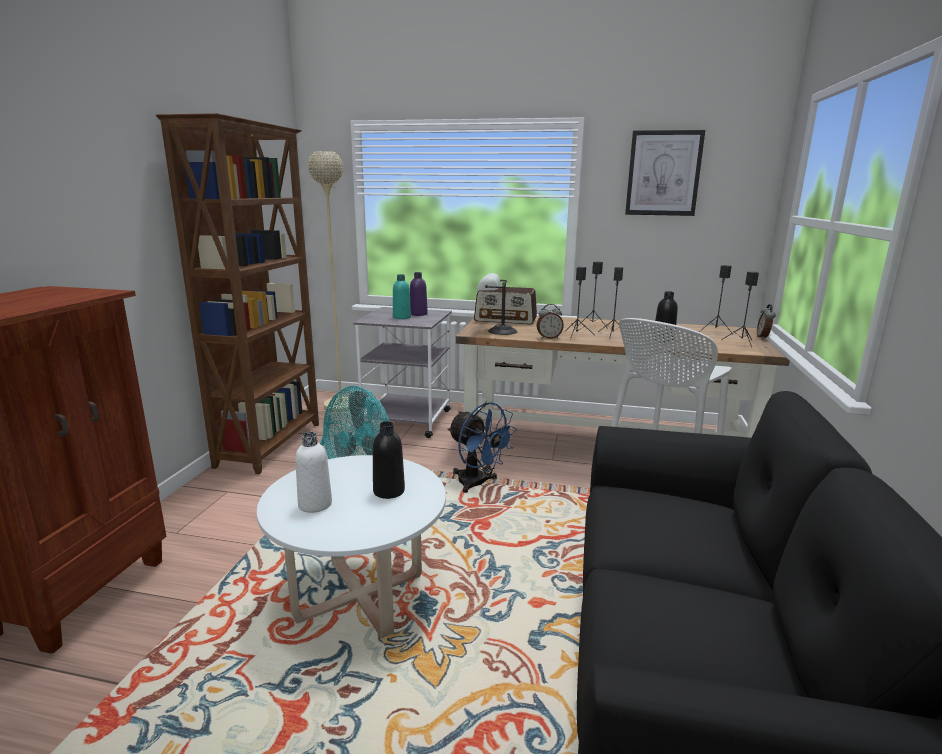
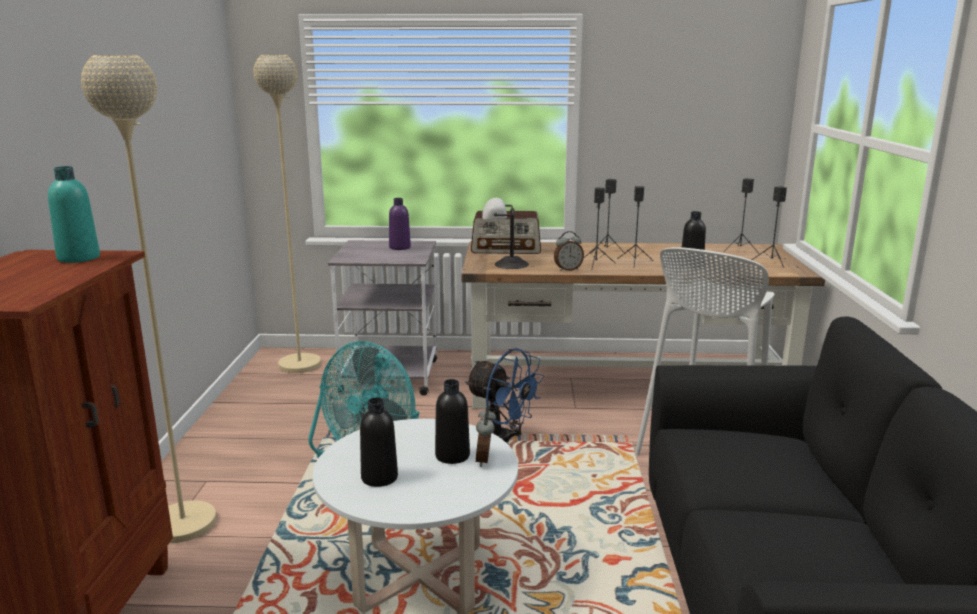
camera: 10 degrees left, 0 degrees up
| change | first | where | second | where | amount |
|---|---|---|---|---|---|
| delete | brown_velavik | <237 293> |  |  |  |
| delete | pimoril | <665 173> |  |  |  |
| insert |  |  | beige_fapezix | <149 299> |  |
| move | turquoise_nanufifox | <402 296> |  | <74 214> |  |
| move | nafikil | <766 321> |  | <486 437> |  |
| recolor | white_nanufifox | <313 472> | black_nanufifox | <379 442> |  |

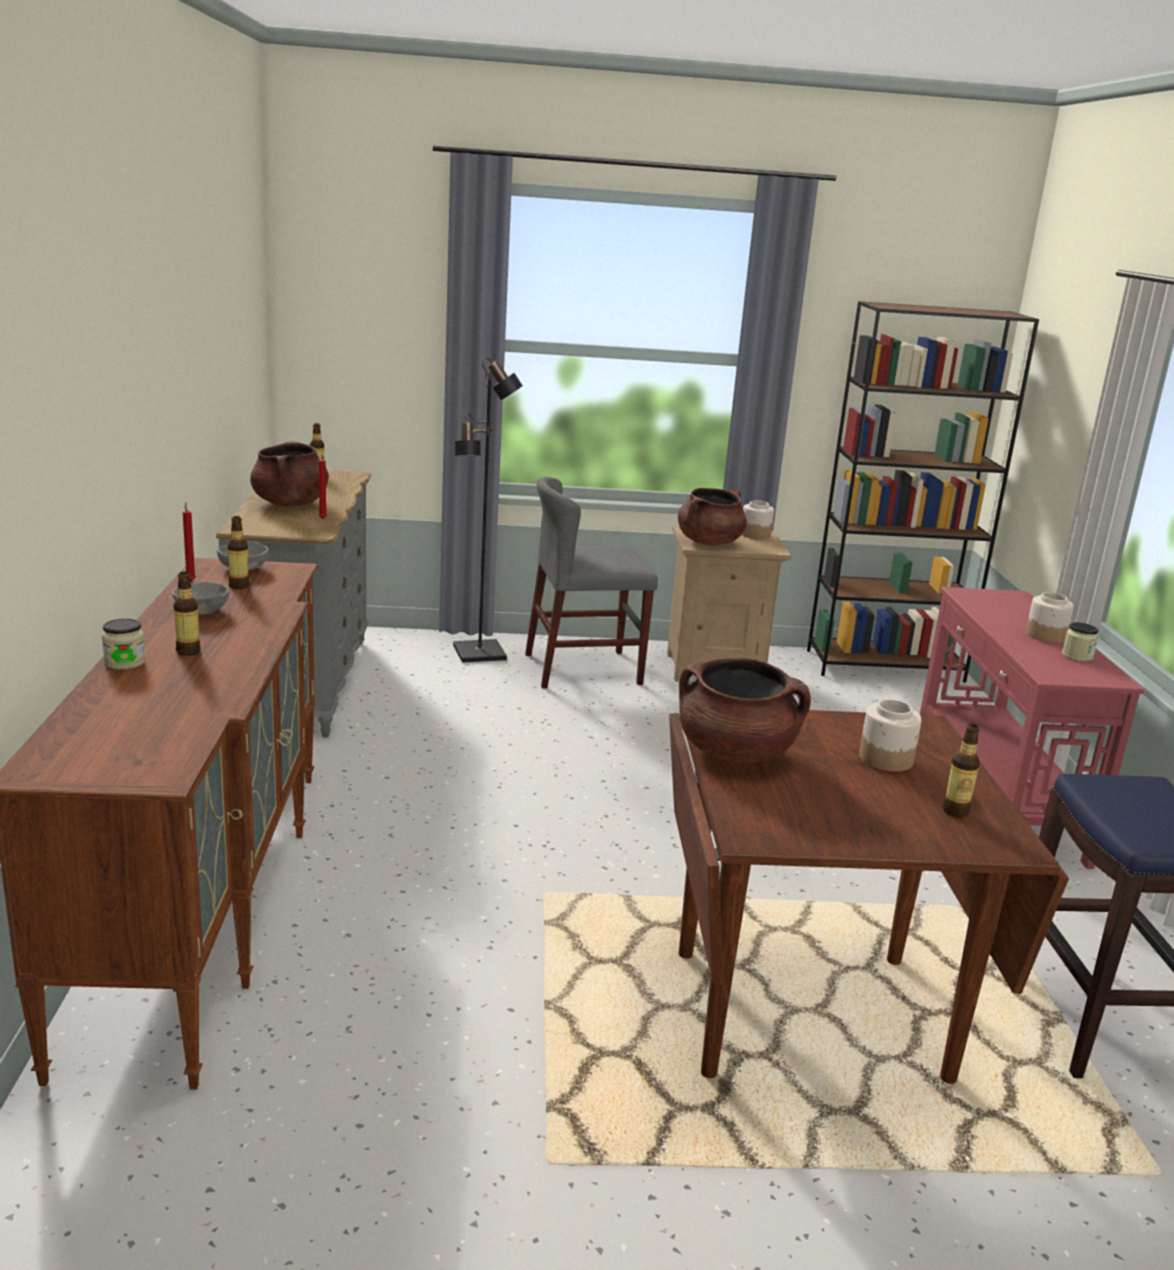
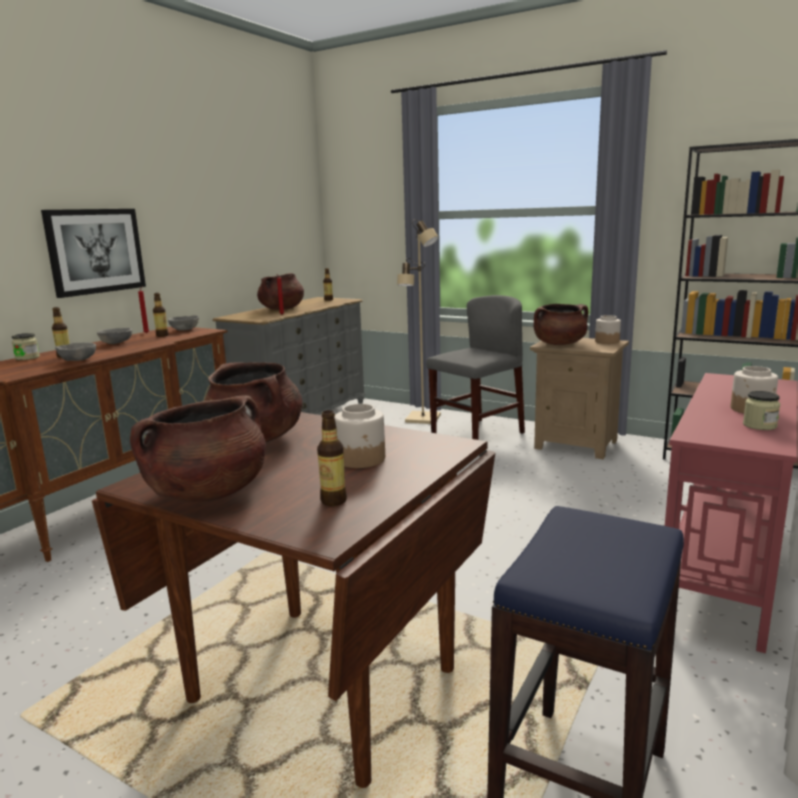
camera: 35 degrees right, 5 degrees down
| change | first | where | second | where | amount |
|---|---|---|---|---|---|
| insert |  |  | pimoril | <93 253> |  |
| insert |  |  | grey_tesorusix | <75 351> |  |
| insert |  |  | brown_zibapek | <198 449> |  |
| recolor | black_fapezix | <488 510> | beige_fapezix | <419 321> |  |
| rotate | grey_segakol | <591 583> |  | <475 367> | 120 degrees clockwise |

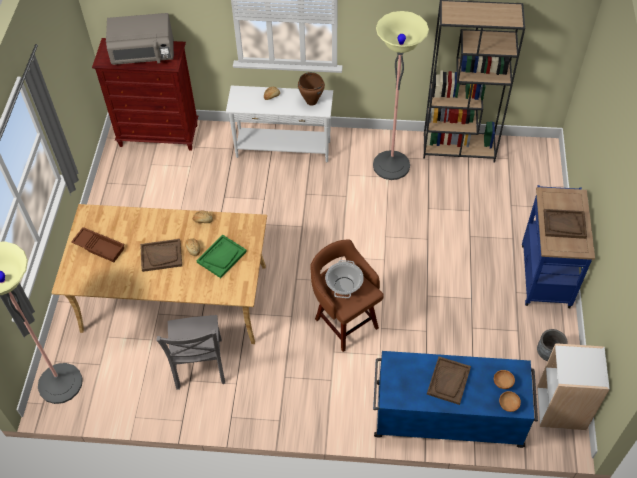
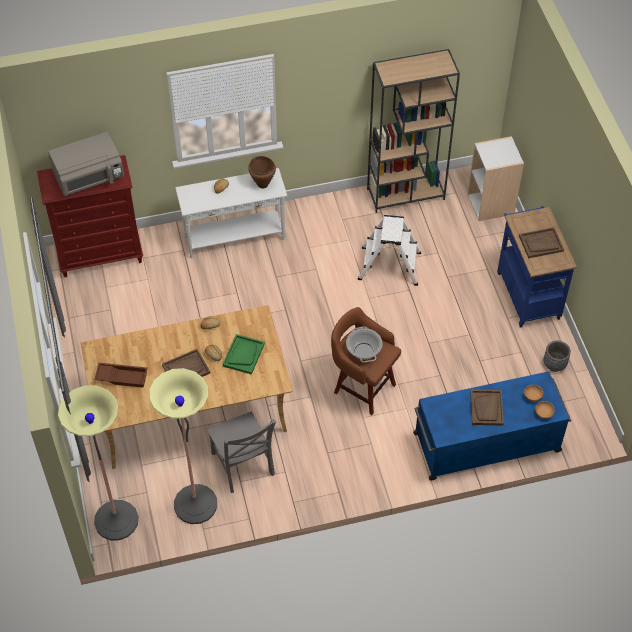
camera: 20 degrees left, 0 degrees up
| change | first | where | second | where | amount |
|---|---|---|---|---|---|
| insert |  |  | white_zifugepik | <389 250> |  |
| move | fapezix | <401 95> |  | <183 446> |  |
| move | velavik | <573 386> |  | <495 178> |  |

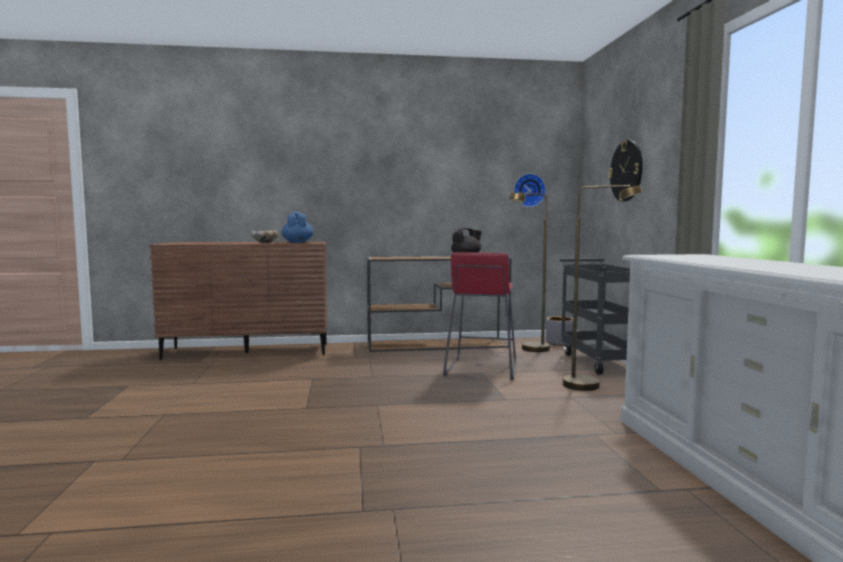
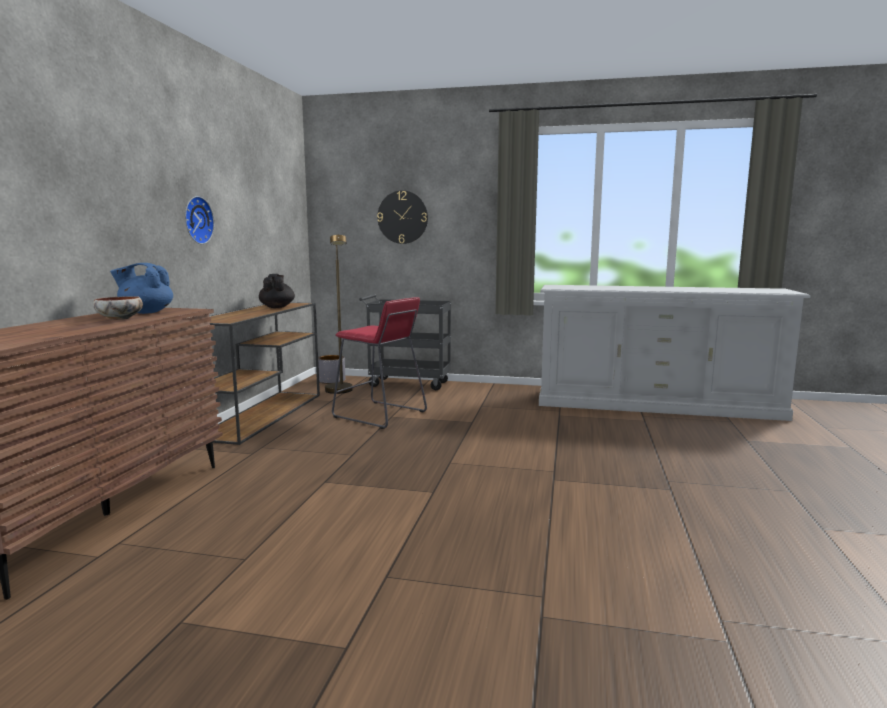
camera: 70 degrees left, 5 degrees up
| change | first | where | second | where | amount |
|---|---|---|---|---|---|
| delete | brown_fapezix | <602 288> |  |  |  |
| move | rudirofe | <530 190> |  | <199 220> |  |

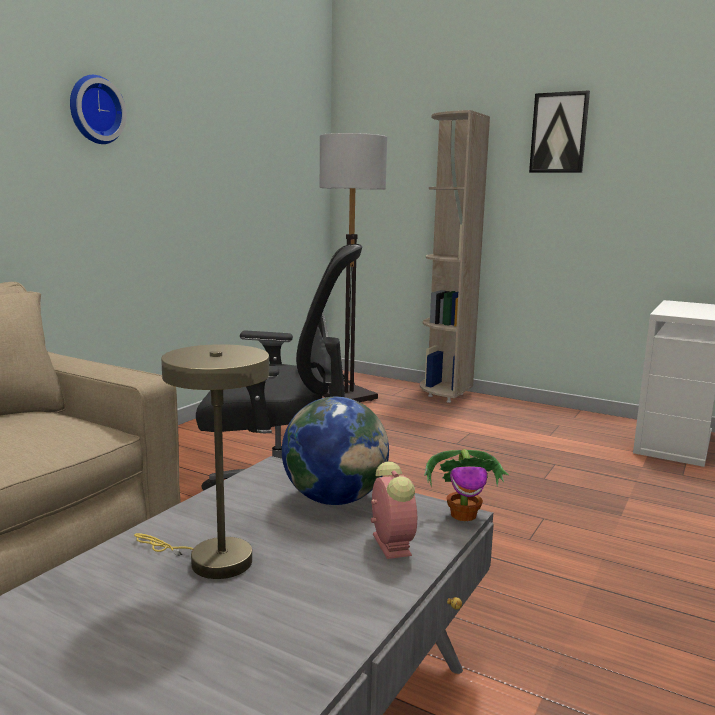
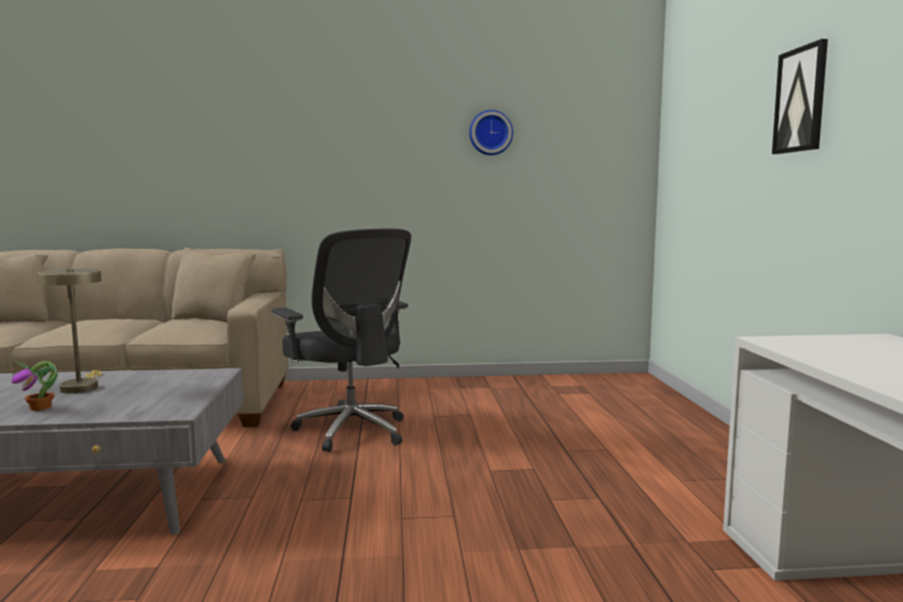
camera: 55 degrees right, 5 degrees down
| change | first | where | second | where | amount |
|---|---|---|---|---|---|
| delete | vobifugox | <335 451> |  |  |  |
| delete | fapezix | <353 267> |  |  |  |
| delete | nafikil | <394 510> |  |  |  |
| delete | beige_velavik | <455 256> |  |  |  |
| move | rudirofe | <98 109> |  | <491 132> |  |
| move | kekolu | <466 485> |  | <34 385> |  |

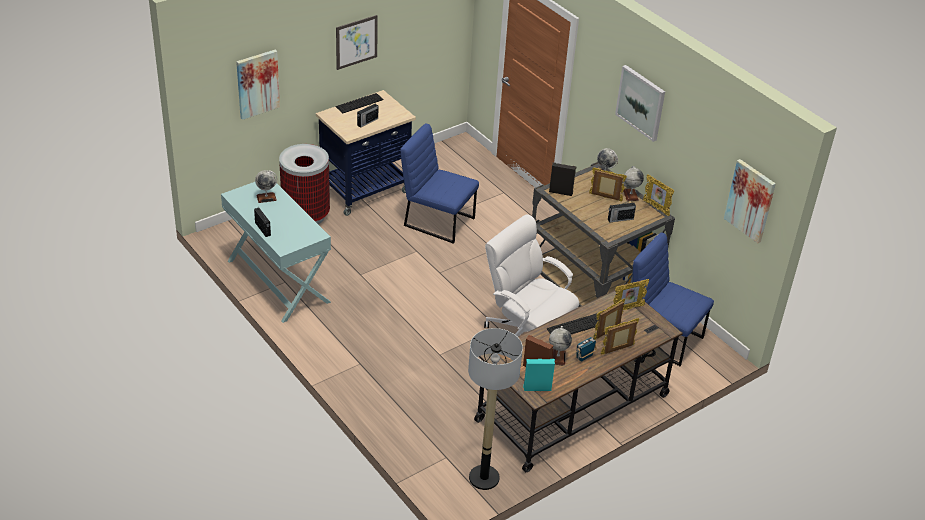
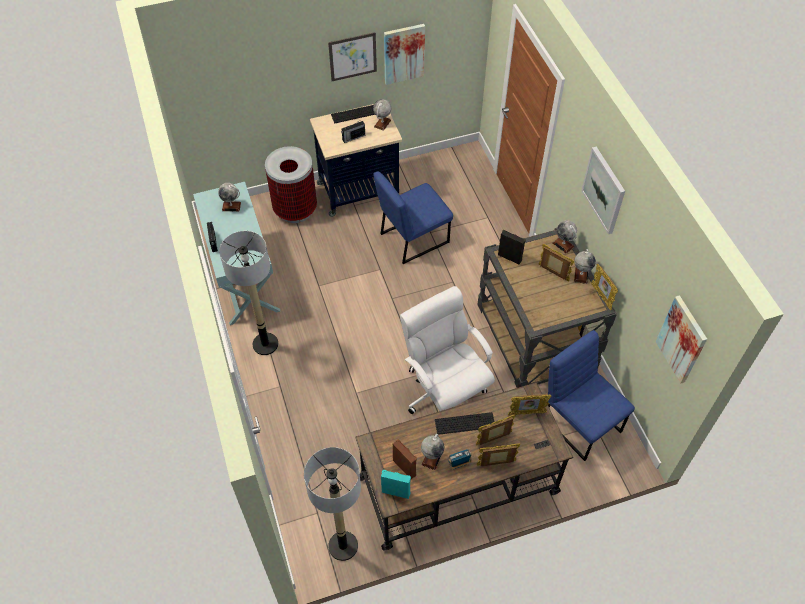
camera: 20 degrees right, 15 degrees up
| change | first | where | second | where | amount |
|---|---|---|---|---|---|
| delete | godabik | <622 212> |  |  |  |
| insert |  |  | fapezix | <248 293> |  |
| insert |  |  | vobifugox | <382 115> |  |
| move | pimoril | <258 85> |  | <404 54> |  |
| rotate | blue_segakol | <439 183> |  | <413 217> | 75 degrees counterclockwise |

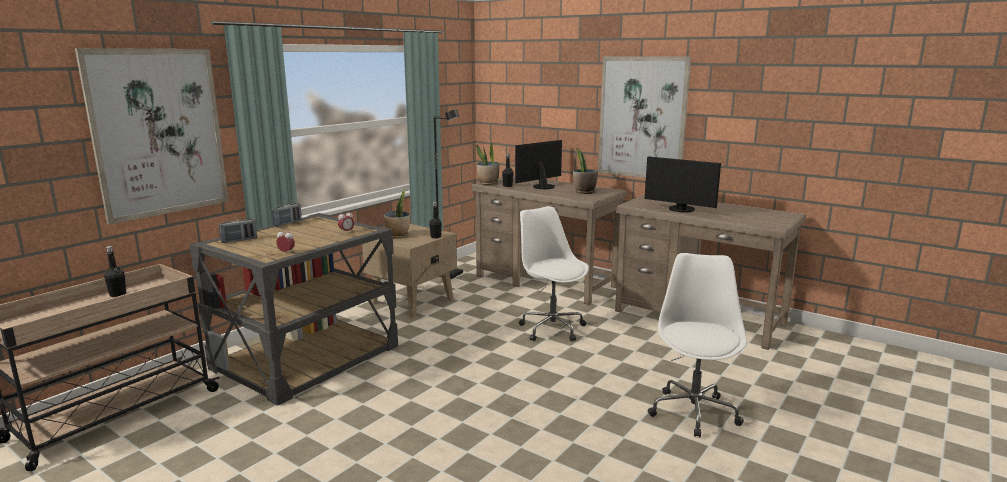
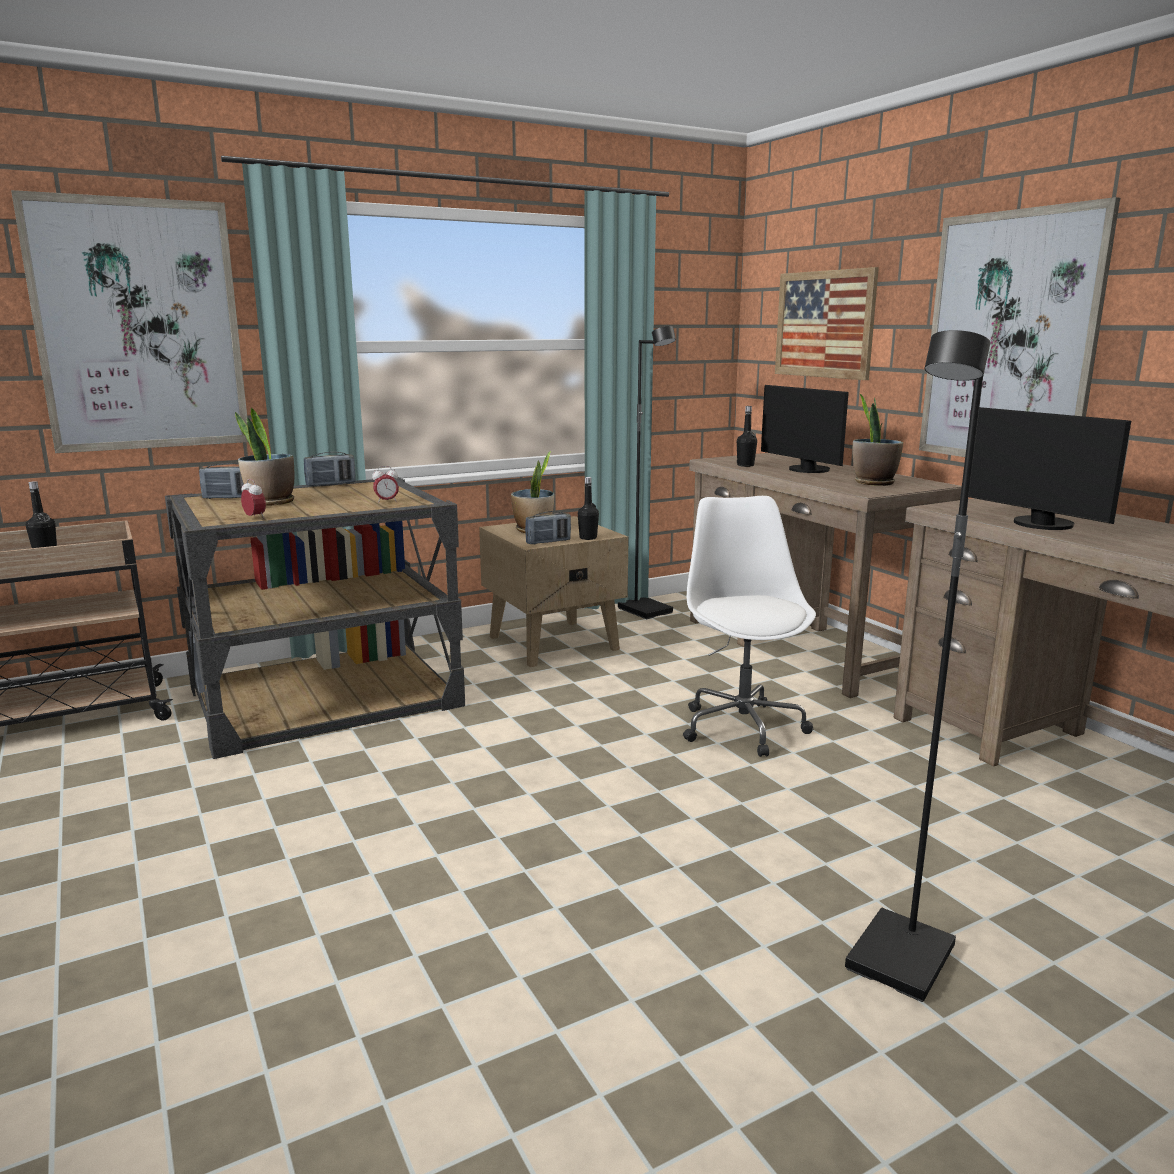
camera: 25 degrees right, 0 degrees up
| change | first | where | second | where | amount |
|---|---|---|---|---|---|
| insert |  |  | godabik | <548 527> |  |
| insert |  |  | pimoril | <827 323> |  |
| move | kekolu | <487 164> |  | <264 457> |  |
| replace | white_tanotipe | <697 345> | black_fapezix | <917 666> |  |
| rotate | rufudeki | <538 164> |  | <805 429> | 105 degrees counterclockwise |

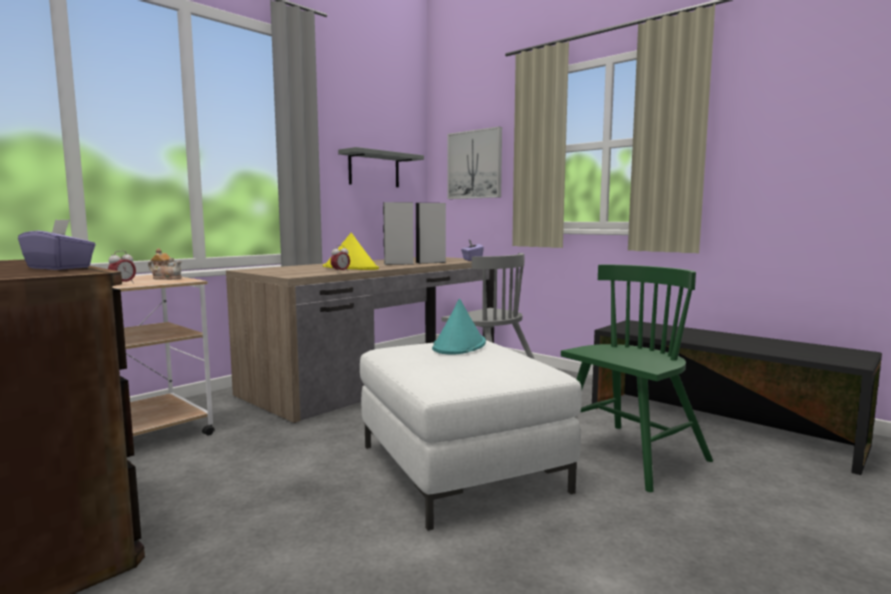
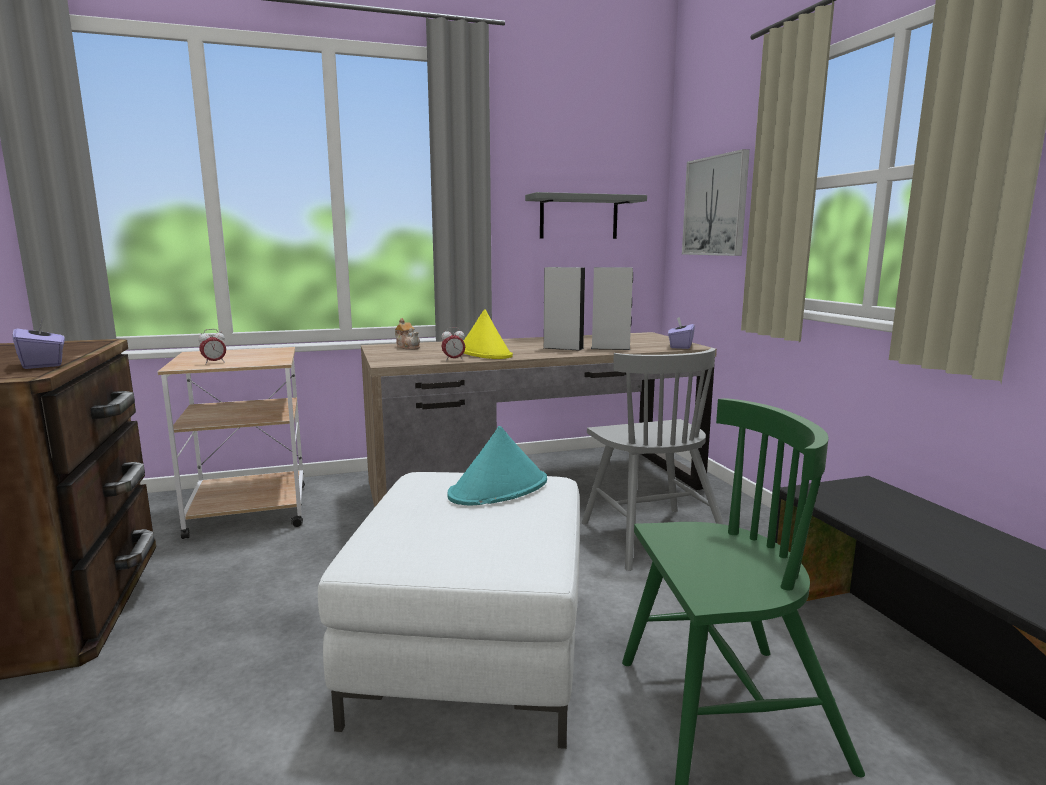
camera: 30 degrees right, 5 degrees up
| change | first | where | second | where | amount |
|---|---|---|---|---|---|
| move | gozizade | <165 264> |  | <407 334> |  |

